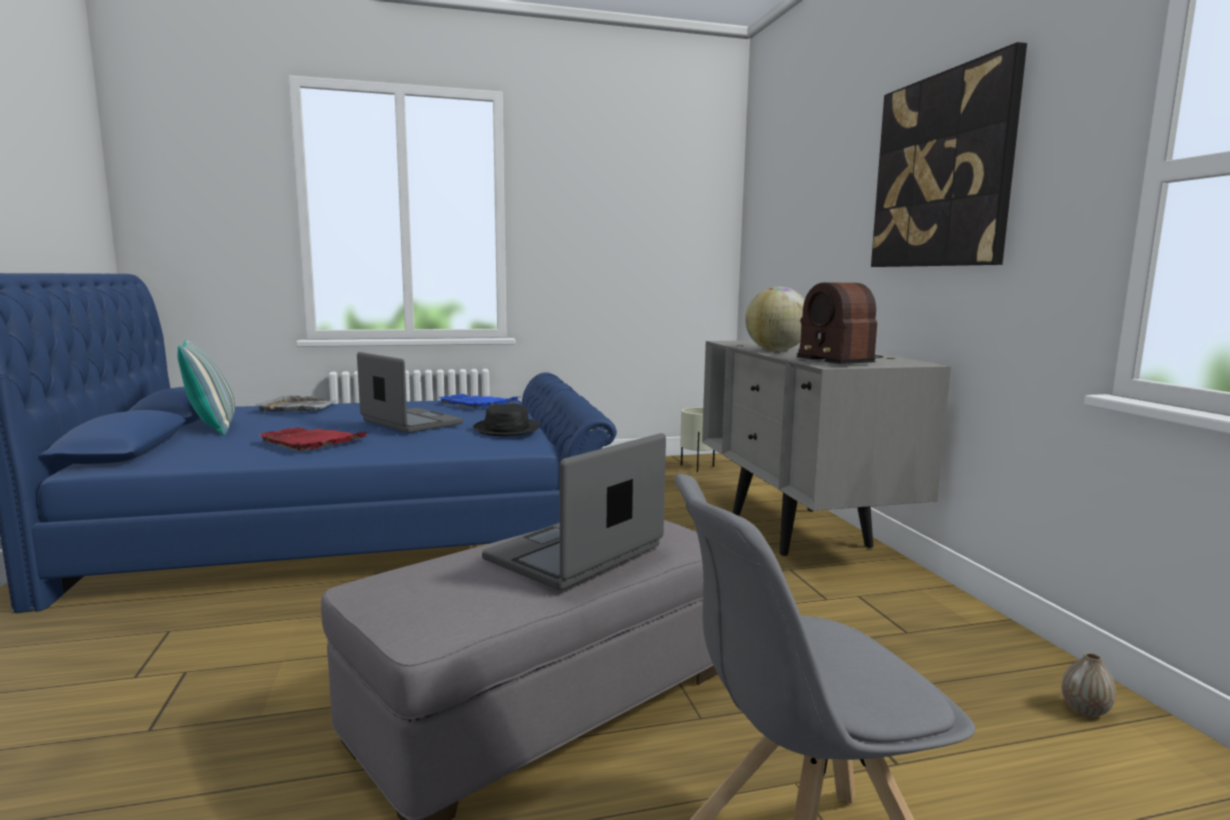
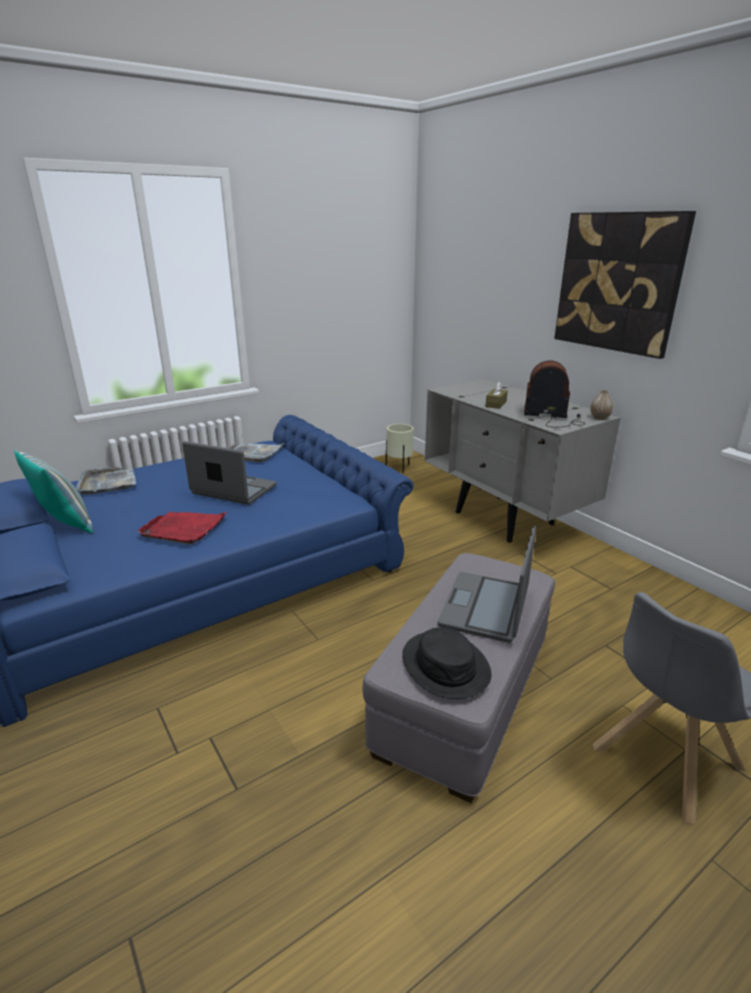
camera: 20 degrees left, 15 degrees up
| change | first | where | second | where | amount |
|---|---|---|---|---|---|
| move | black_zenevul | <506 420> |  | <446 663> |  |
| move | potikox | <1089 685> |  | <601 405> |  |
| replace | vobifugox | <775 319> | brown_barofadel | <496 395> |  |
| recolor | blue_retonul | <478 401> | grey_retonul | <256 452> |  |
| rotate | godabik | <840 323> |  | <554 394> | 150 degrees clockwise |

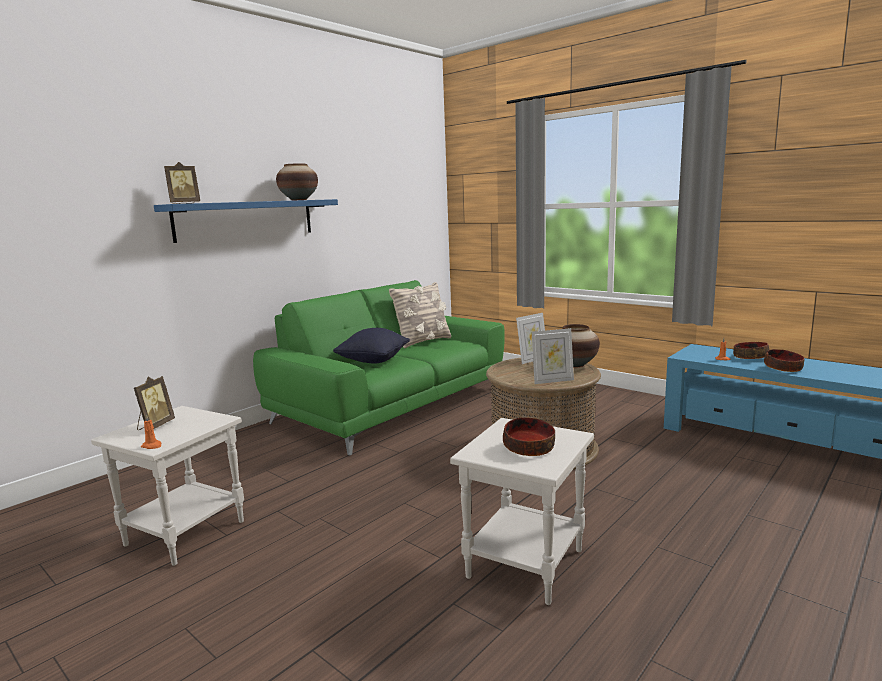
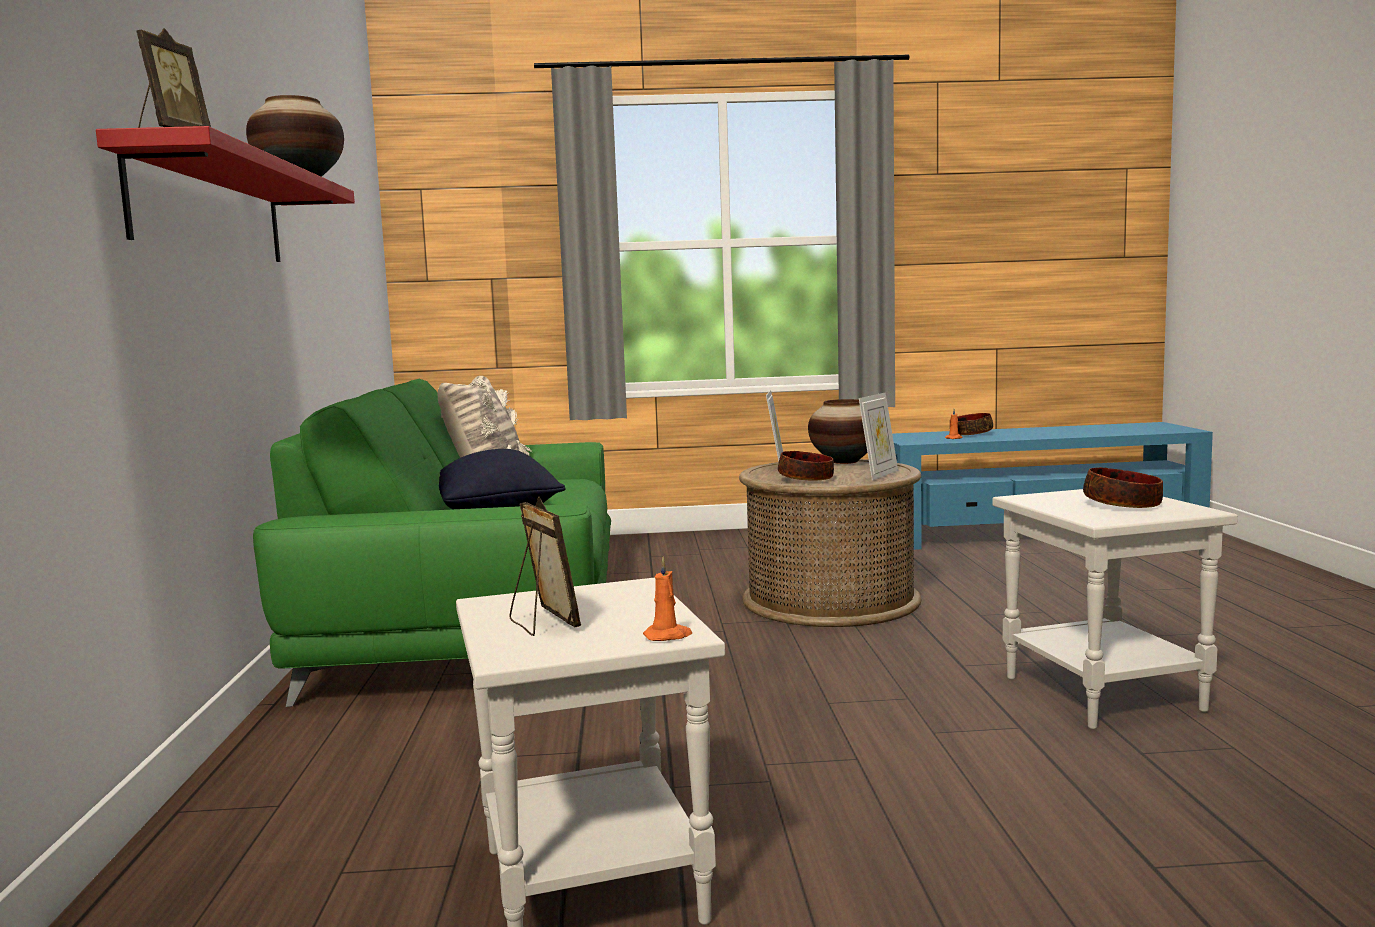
camera: 45 degrees left, 5 degrees down
| change | first | where | second | where | amount |
|---|---|---|---|---|---|
| move | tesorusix | <784 360> |  | <806 466> |  |
| recolor | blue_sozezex | <246 221> | red_sozezex | <225 194> |  |

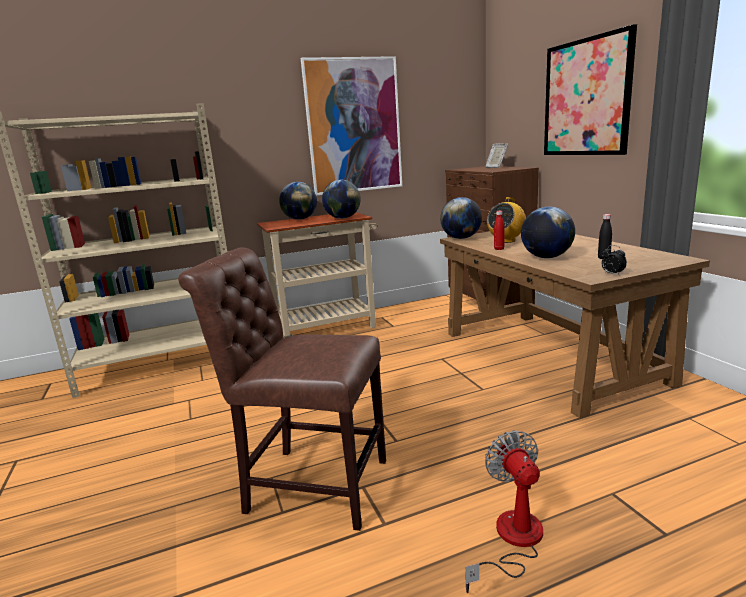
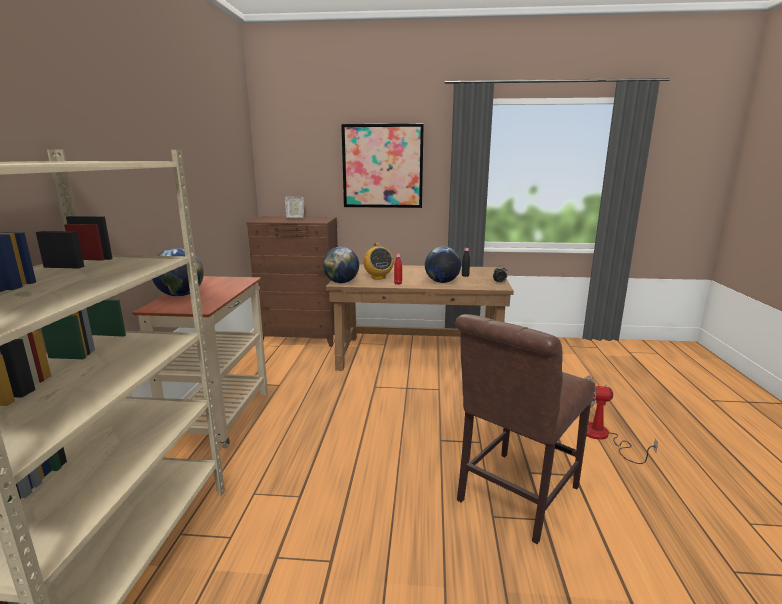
camera: 65 degrees left, 0 degrees up
| change | first | where | second | where | amount |
|---|---|---|---|---|---|
| delete | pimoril | <351 126> |  |  |  |
| delete | vobifugox | <341 199> |  |  |  |

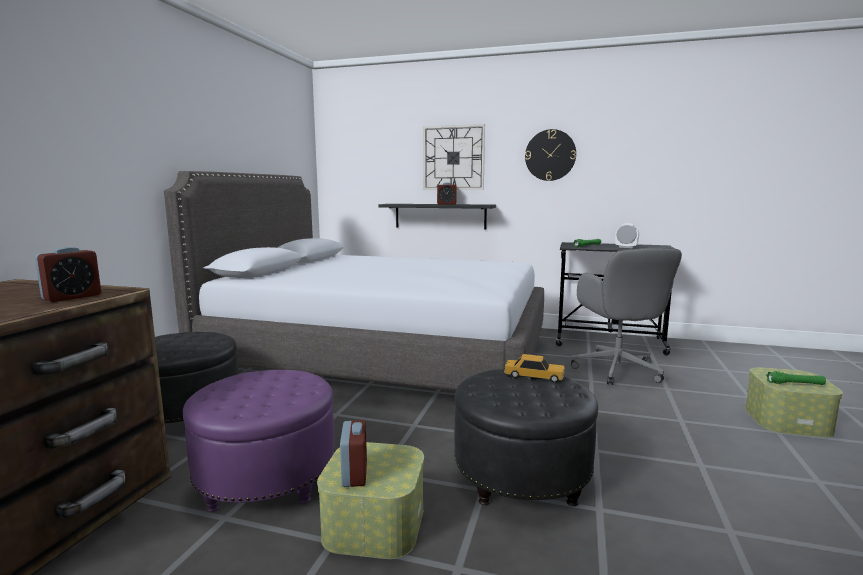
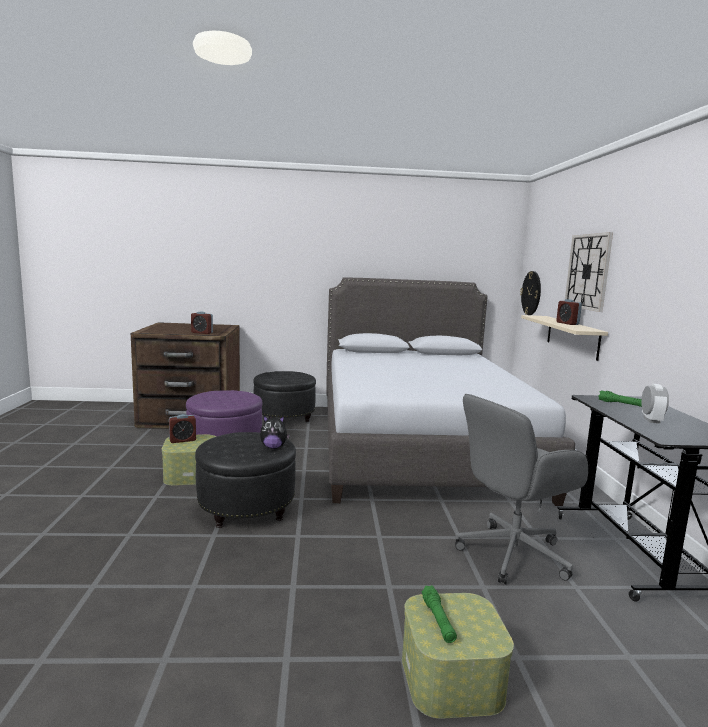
camera: 70 degrees right, 0 degrees up
| change | first | where | second | where | amount |
|---|---|---|---|---|---|
| move | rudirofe | <550 155> |  | <530 293> |  |
| replace | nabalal | <534 368> | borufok | <275 432> |  |
| recolor | black_sozezex | <437 217> | beige_sozezex | <564 338> |  |

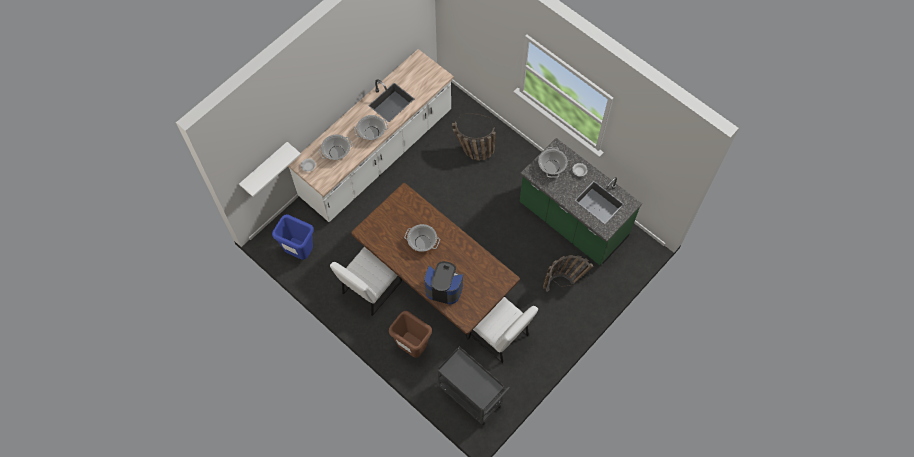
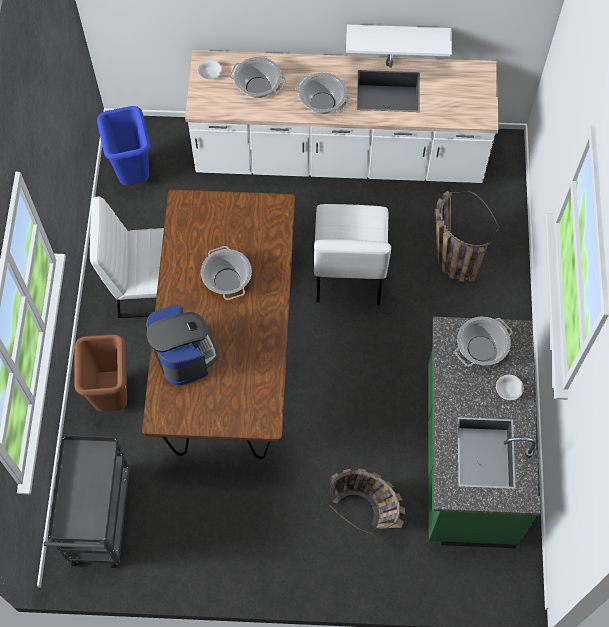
camera: 50 degrees right, 0 degrees up
| change | first | where | second | where | amount |
|---|---|---|---|---|---|
| move | white_sozezex | <270 169> |  | <399 40> |  |
| move | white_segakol | <503 330> |  | <352 254> |  |

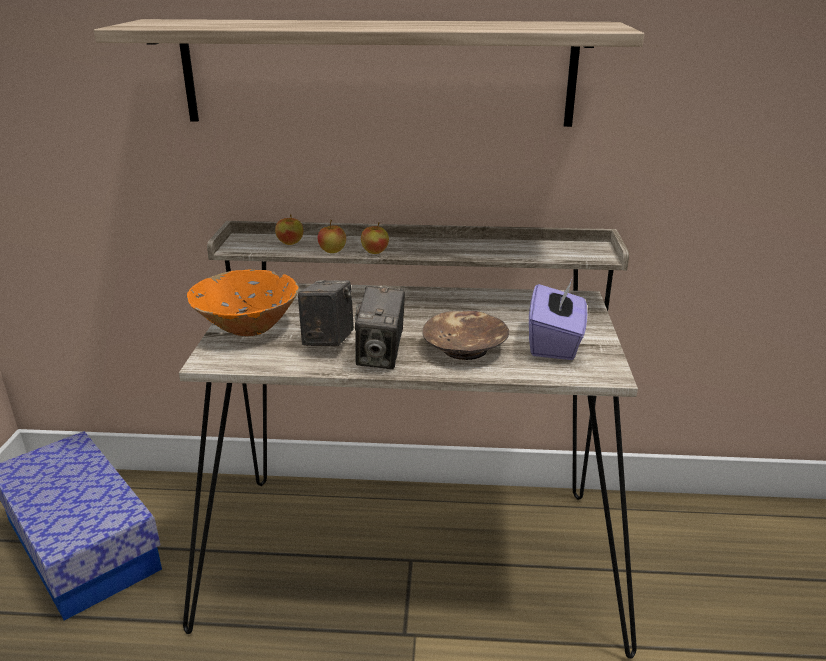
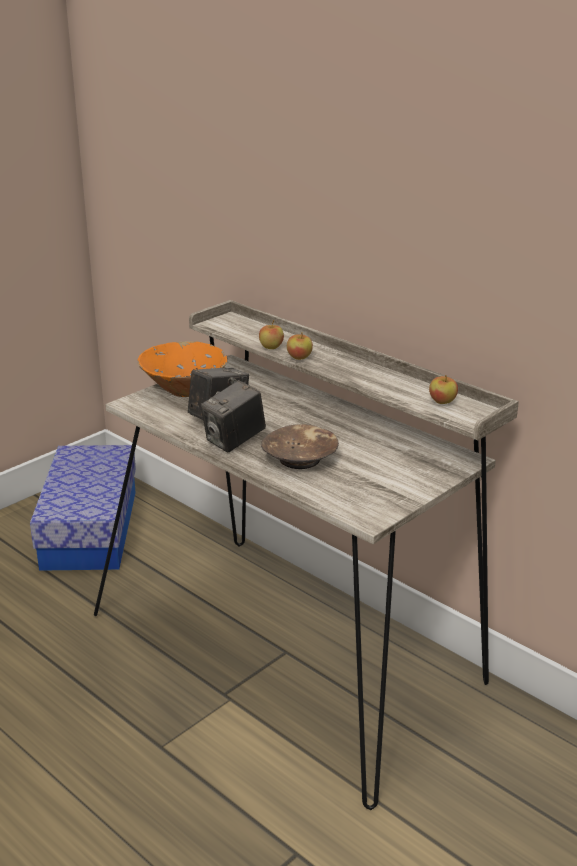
camera: 40 degrees right, 0 degrees up
| change | first | where | second | where | amount |
|---|---|---|---|---|---|
| delete | sozezex | <369 73> |  |  |  |
| delete | purple_barofadel | <558 320> |  |  |  |
| move | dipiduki | <289 230> |  | <443 389> |  |

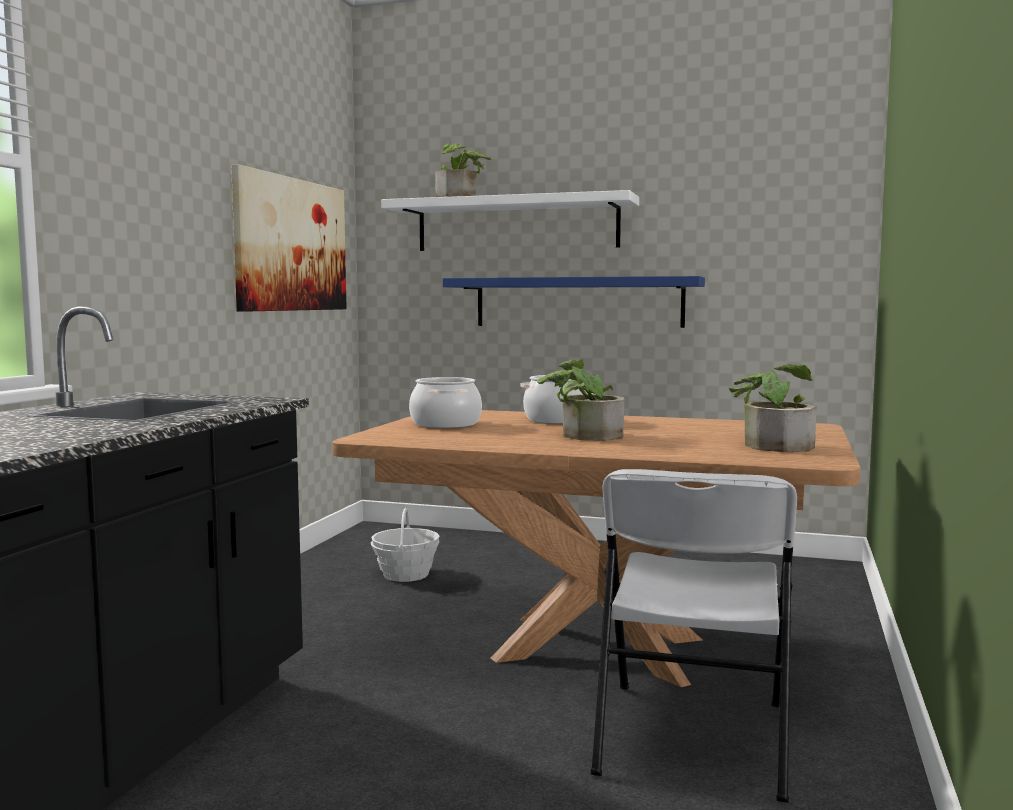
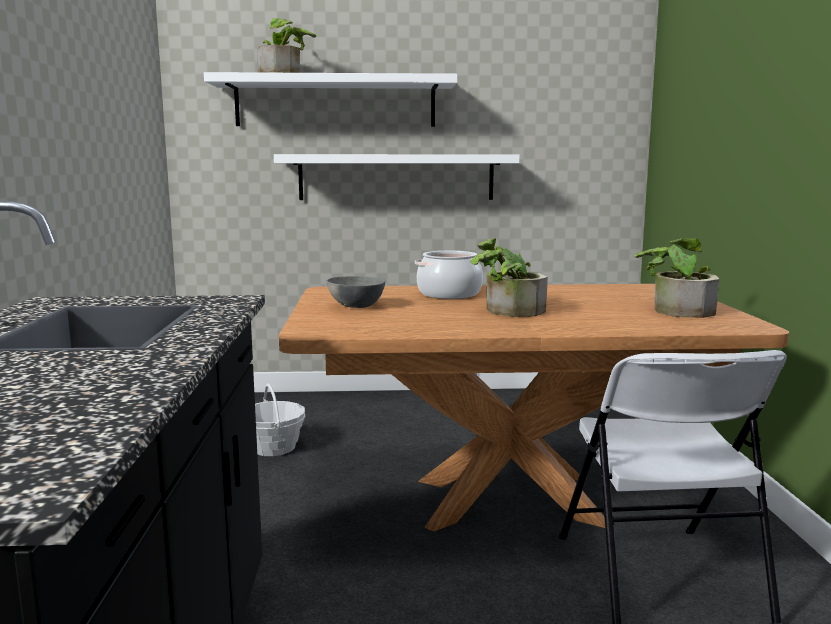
camera: 20 degrees left, 5 degrees up
| change | first | where | second | where | amount |
|---|---|---|---|---|---|
| delete | pimoril | <289 238> |  |  |  |
| replace | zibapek | <445 402> | grey_tesorusix | <355 292> |  |
| recolor | blue_sozezex | <574 302> | white_sozezex | <397 177> |  |

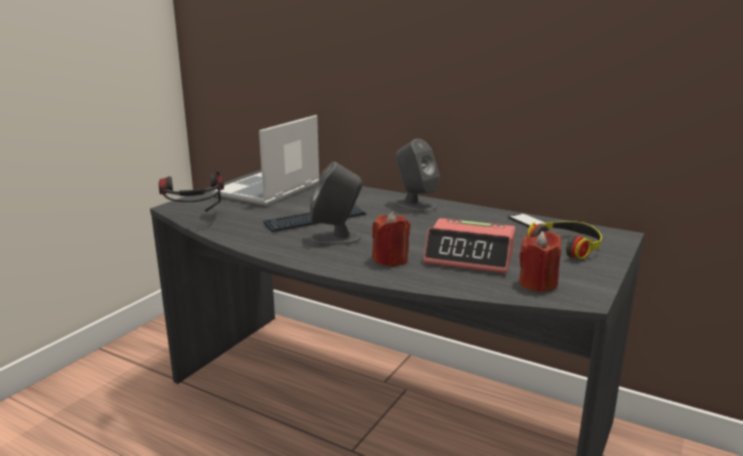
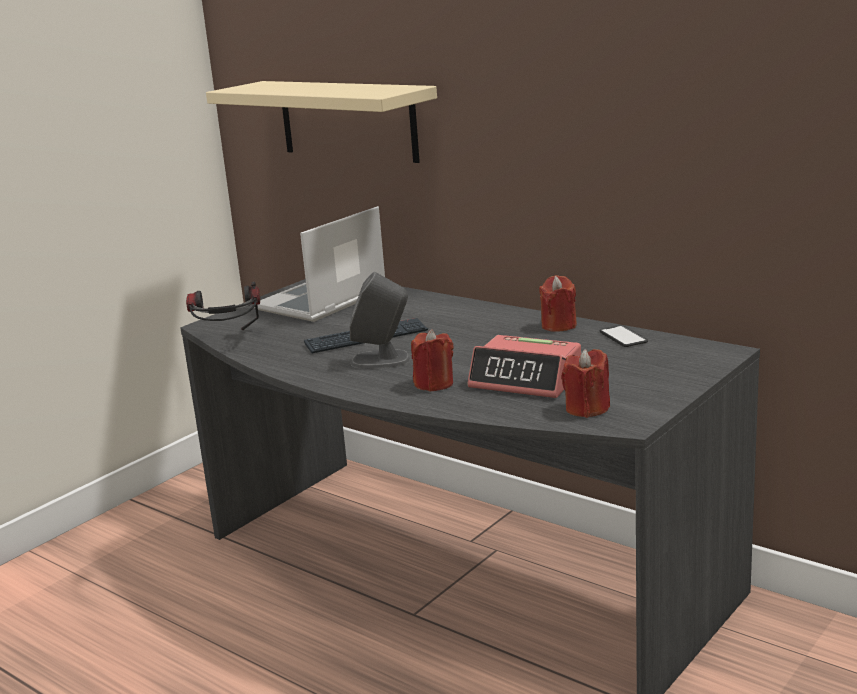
camera: 10 degrees right, 0 degrees up
| change | first | where | second | where | amount |
|---|---|---|---|---|---|
| delete | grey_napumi | <417 176> |  |  |  |
| delete | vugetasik | <564 240> |  |  |  |
| insert |  |  | beige_sozezex | <321 122> |  |
| insert |  |  | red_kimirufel | <558 303> |  |

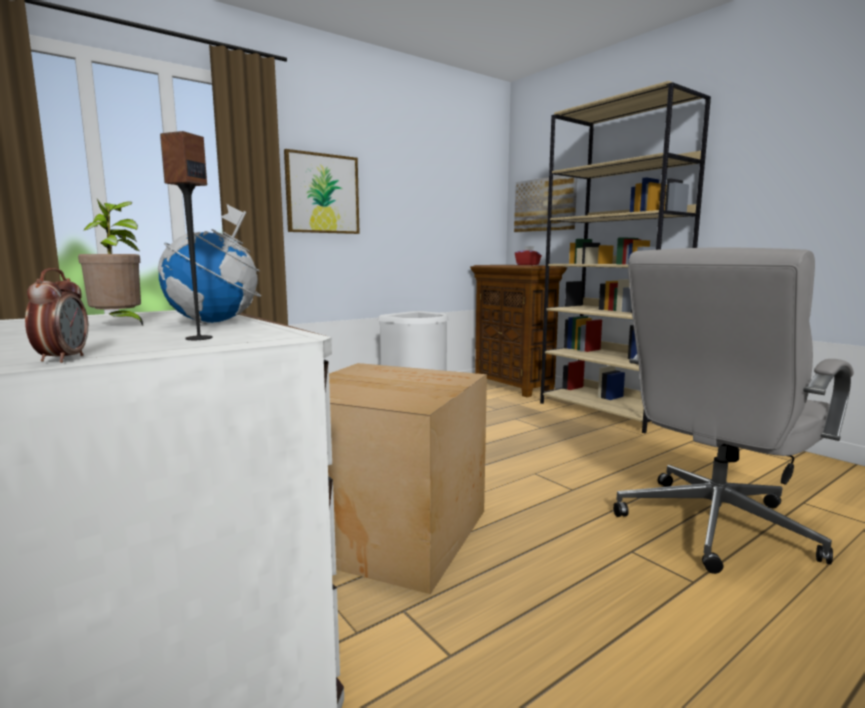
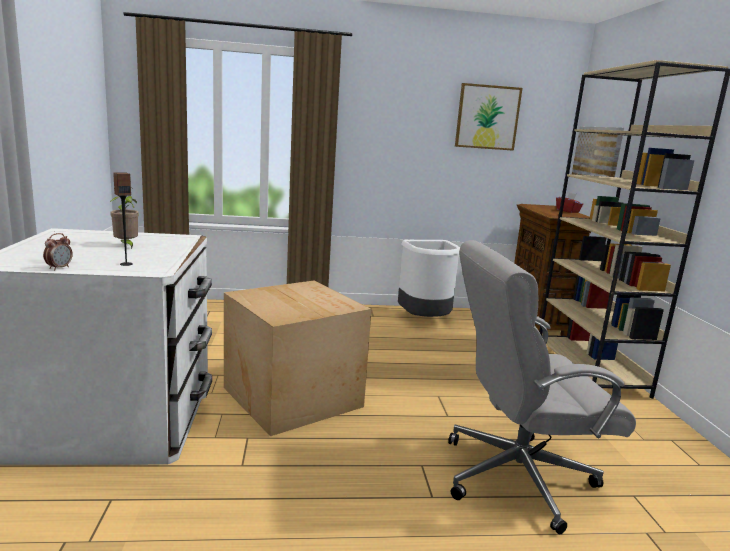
camera: 30 degrees right, 5 degrees up
| change | first | where | second | where | amount |
|---|---|---|---|---|---|
| delete | vobifugox | <209 264> |  |  |  |
| move | pimoril | <322 191> |  | <488 117> |  |

